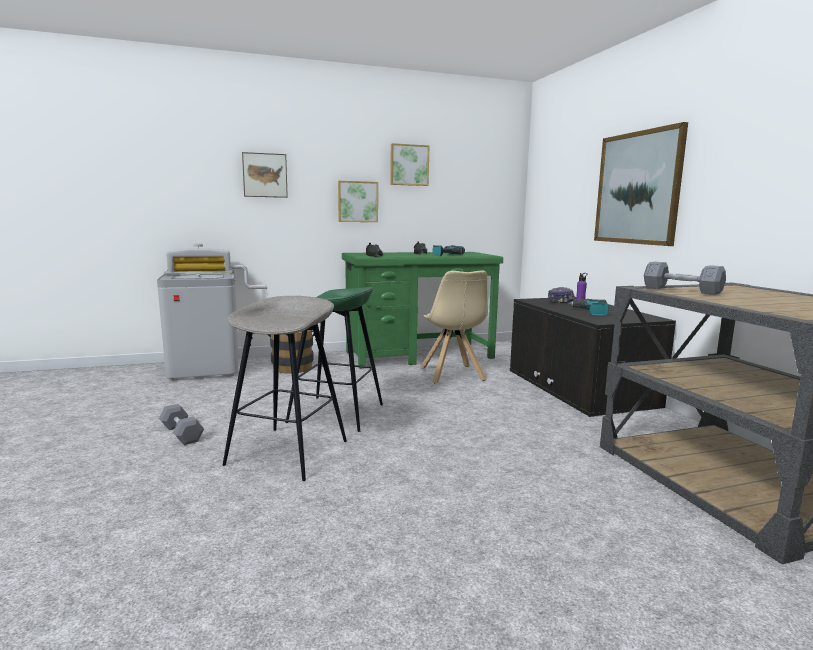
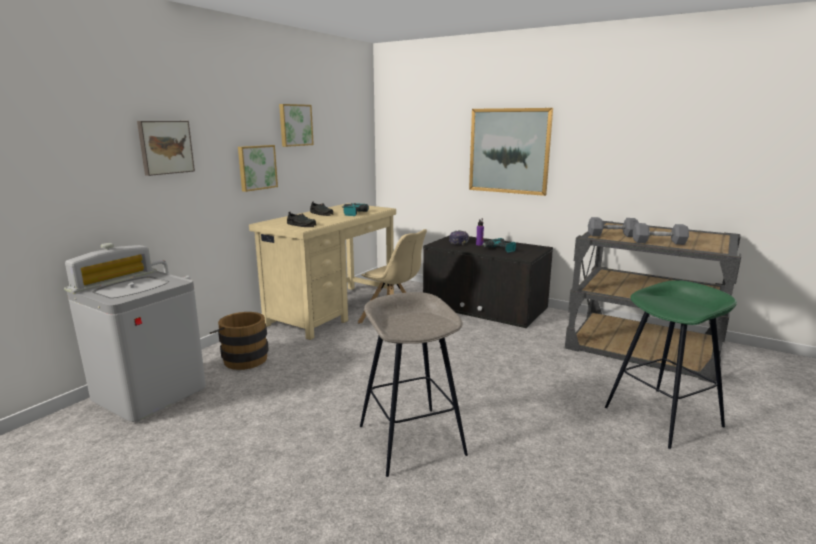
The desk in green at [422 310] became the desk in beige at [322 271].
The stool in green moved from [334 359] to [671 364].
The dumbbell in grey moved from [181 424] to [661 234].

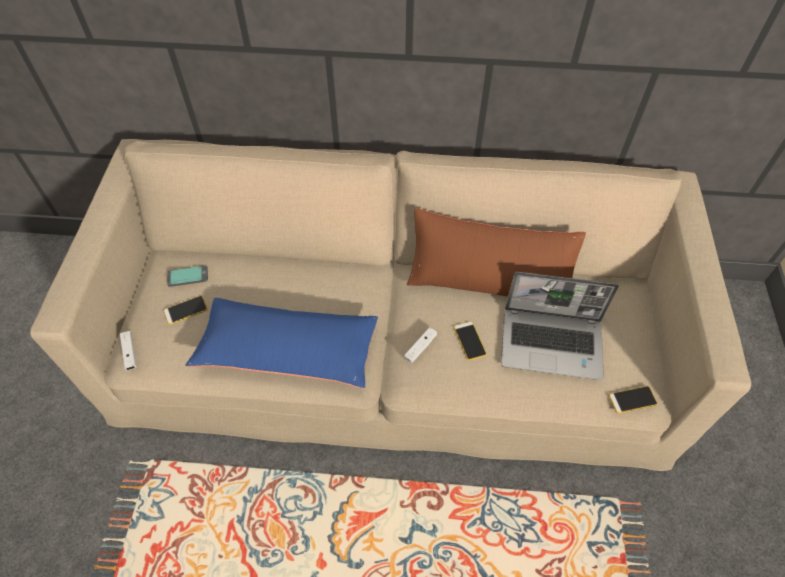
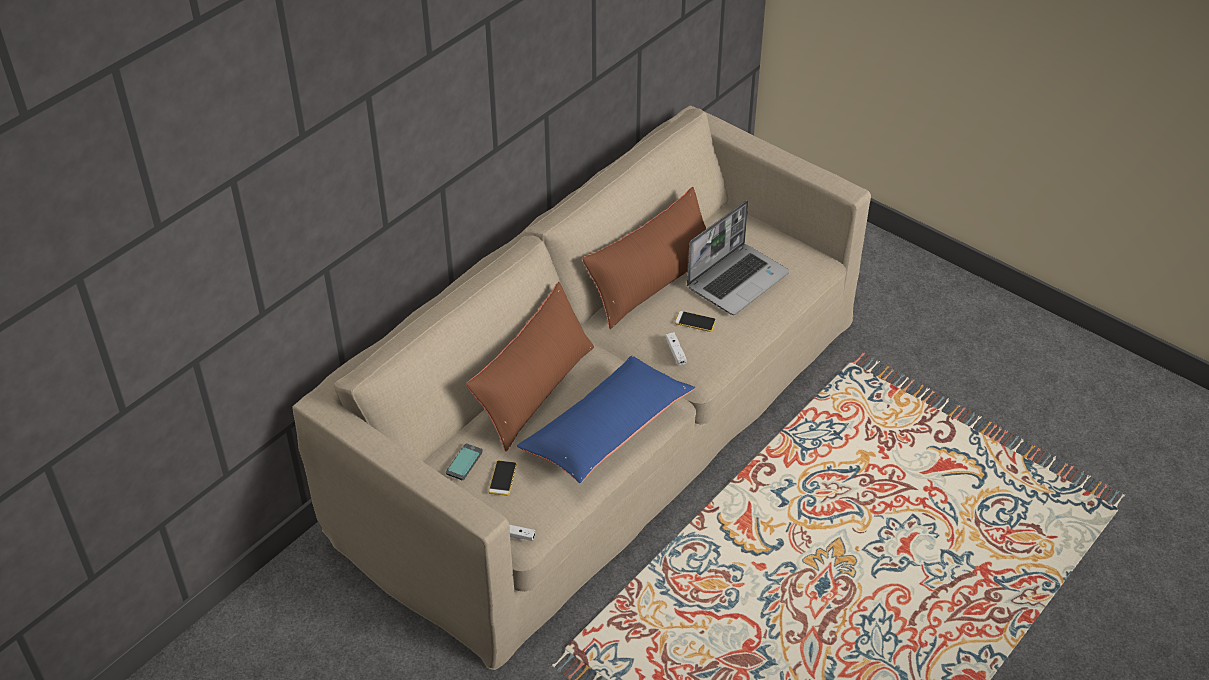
The pillow in brown at [530 366] appeared.
The phone at [633 400] disappeared.

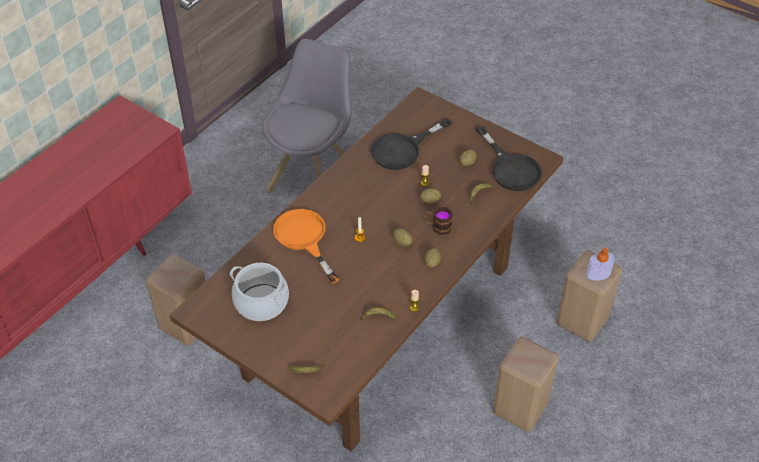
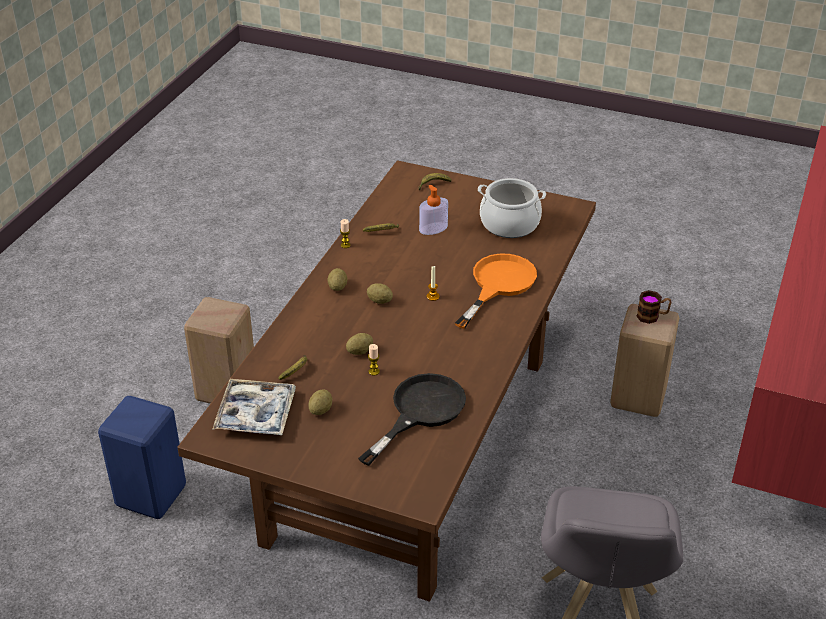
The stool in beige at [589 296] became the stool in blue at [142 457].
The frying pan in black at [509 158] was replaced by the tray at [254 407].
The soap dispenser moved from [600 264] to [433 210].
The frying pan in orange at [306 246] turned 105 degrees counterclockwise.
The mug moved from [439 221] to [653 307].

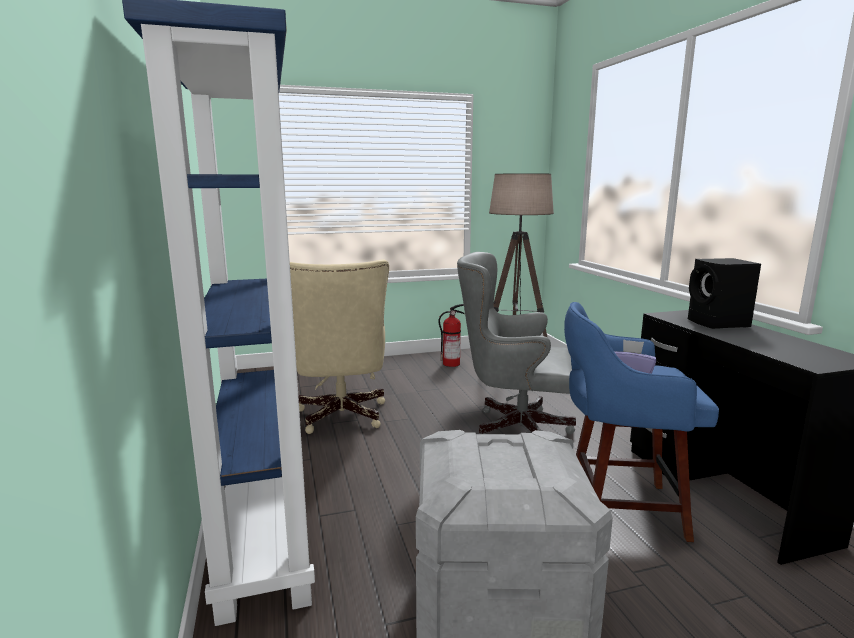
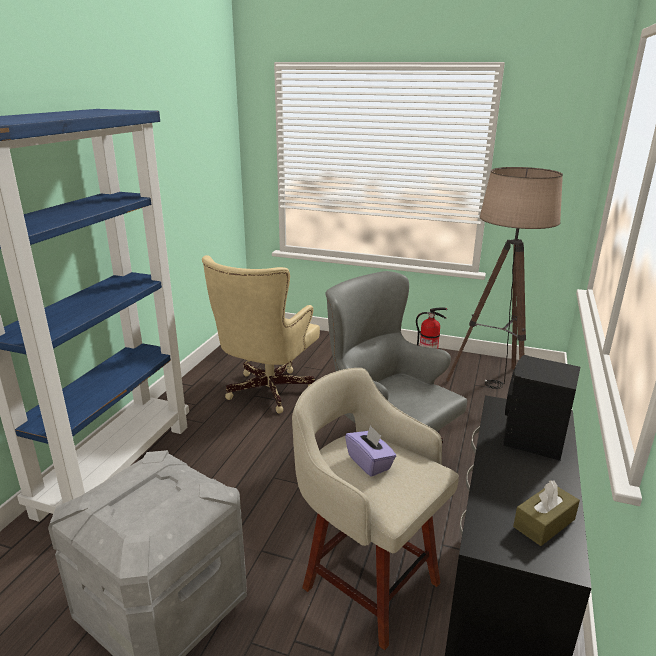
The stool in blue at [641 422] became the stool in beige at [375 509].
The tissue box in brown at [546 513] appeared.

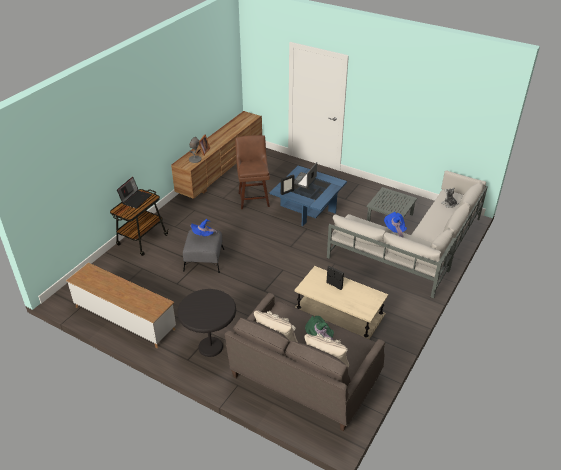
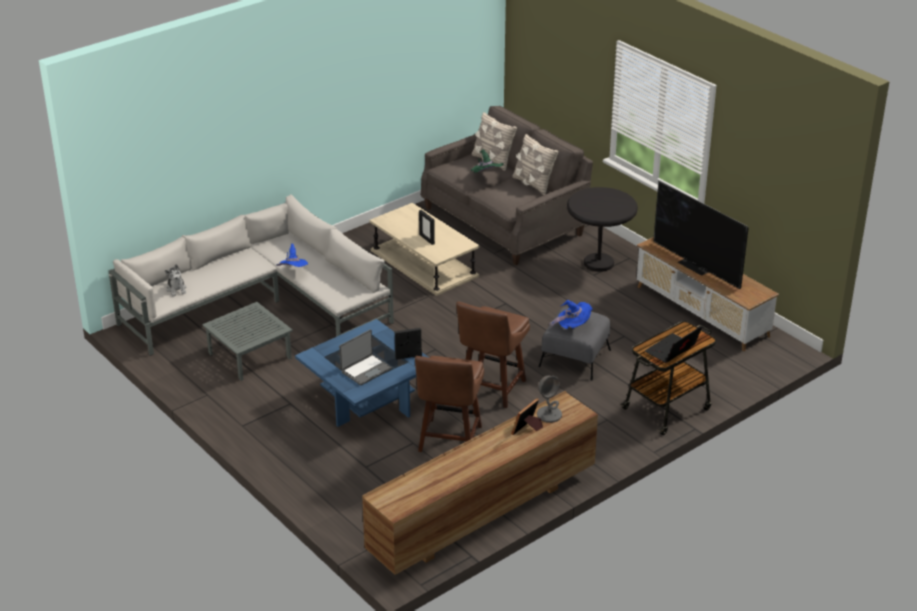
The stool in brown at [493 354] appeared.
The television at [701 235] appeared.

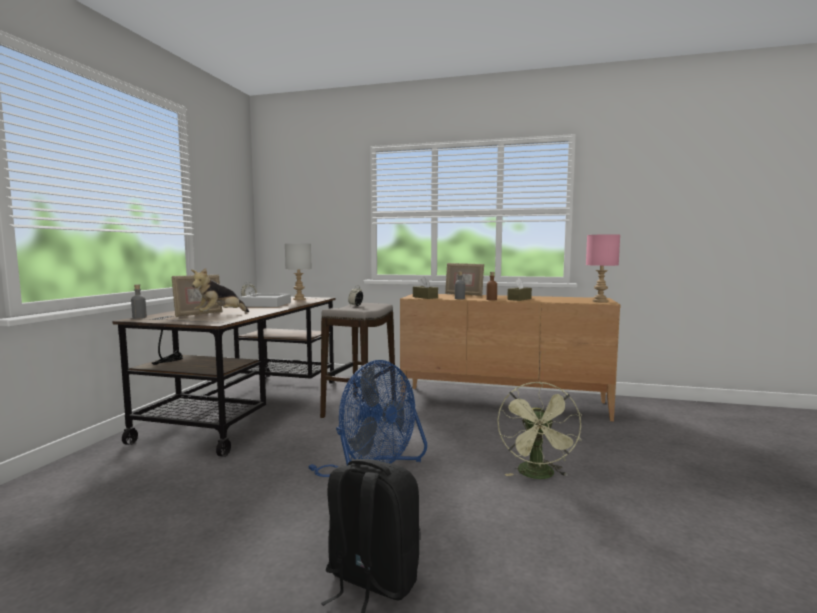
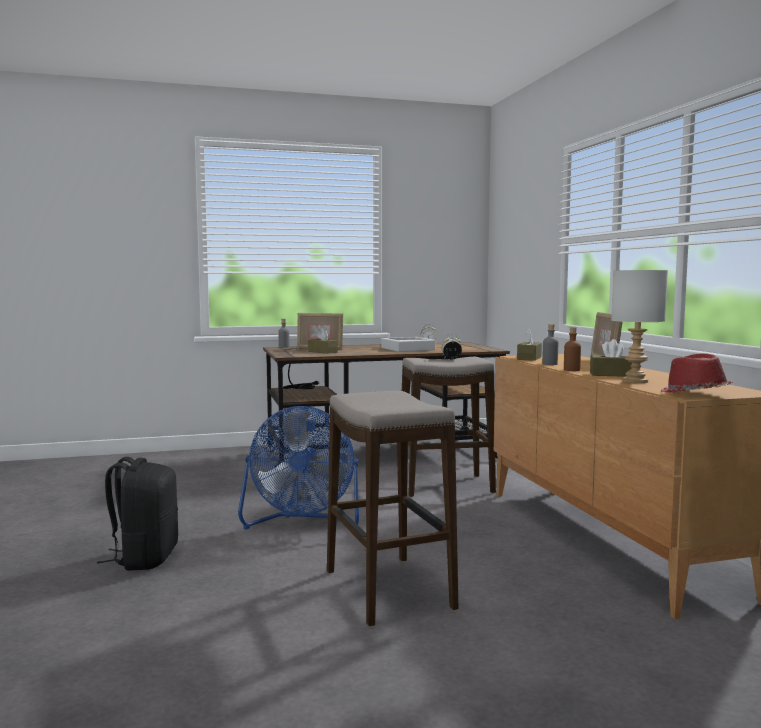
The plush toy at [220 290] was replaced by the tissue box in brown at [323 341].
The fan in green at [539 430] was replaced by the stool at [392 508].
The table lamp in grey moved from [298 272] to [639 326].
The table lamp in pink at [603 268] was replaced by the hat in red at [696 373].

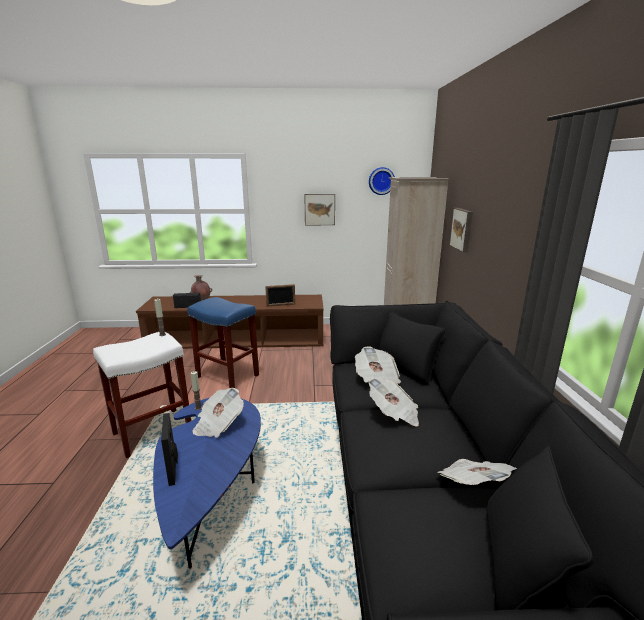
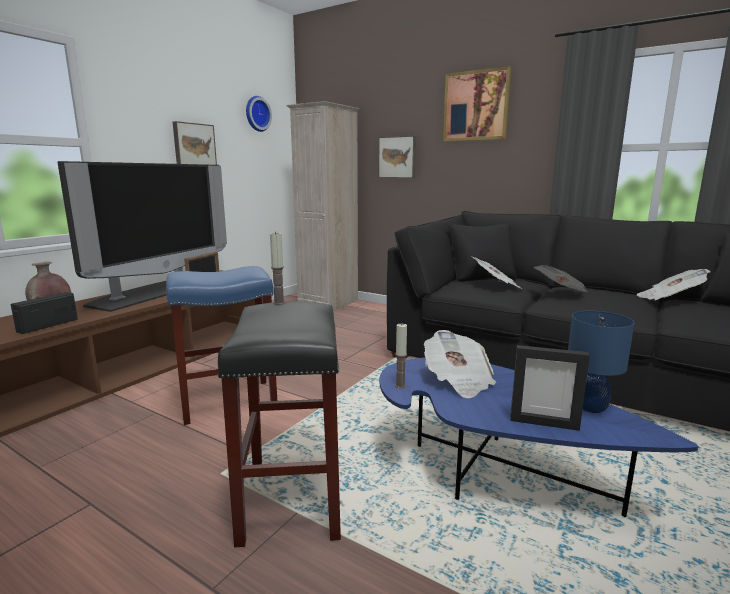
The television at [142 236] appeared.
The stool in white at [142 395] became the stool in black at [279 424].
The picture at [477 103] appeared.
The table lamp in blue at [601 362] appeared.

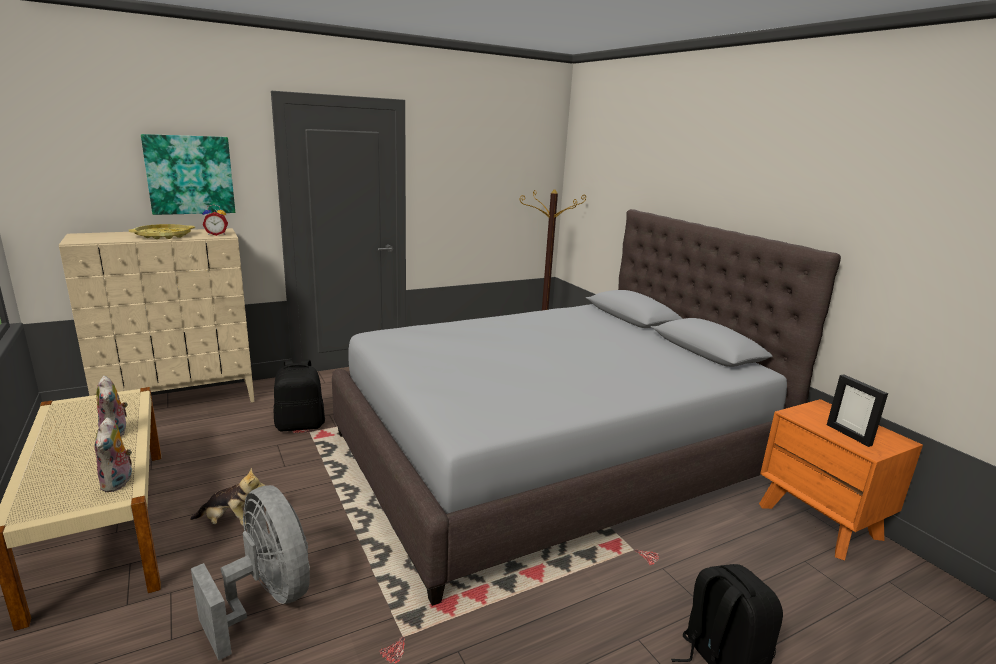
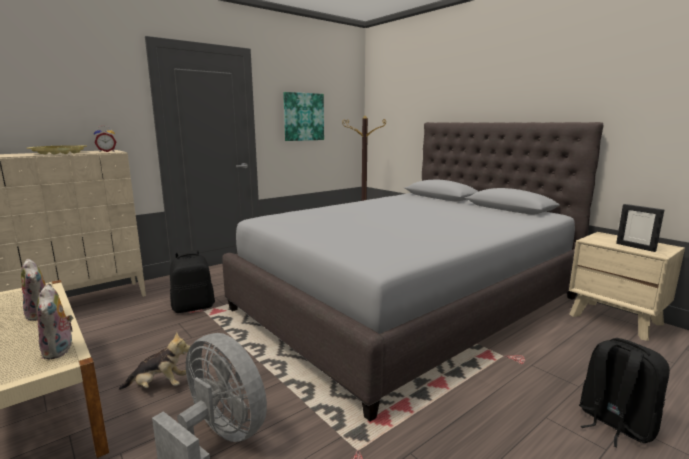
The picture moved from [188 174] to [303 116].
The nightstand in orange at [841 479] became the nightstand in beige at [627 286].

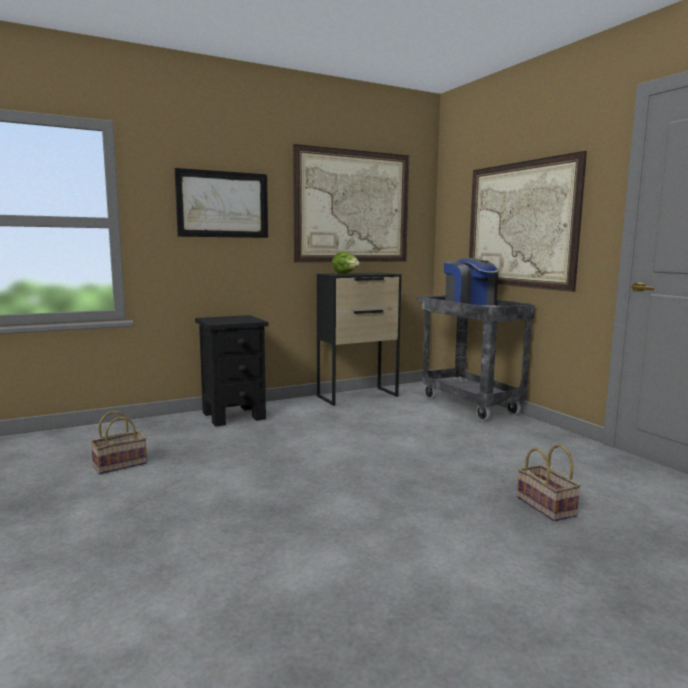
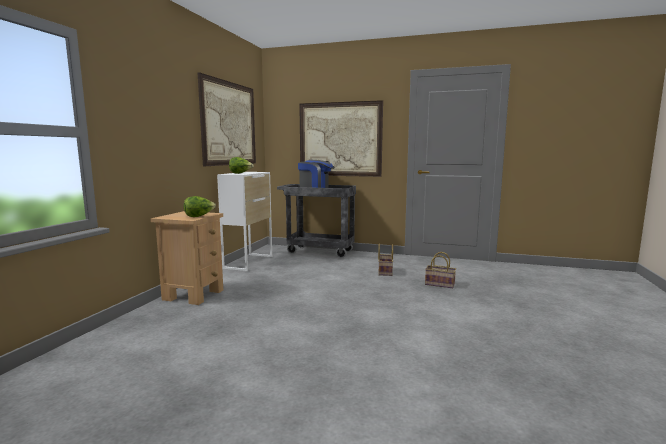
The nightstand in black at [232 371] became the nightstand in beige at [187 258].
The lettuce at [200 206] appeared.
The cabinet in black at [359 339] became the cabinet in white at [244 221].
The basket moved from [118 442] to [385 260].
The picture at [221 203] disappeared.

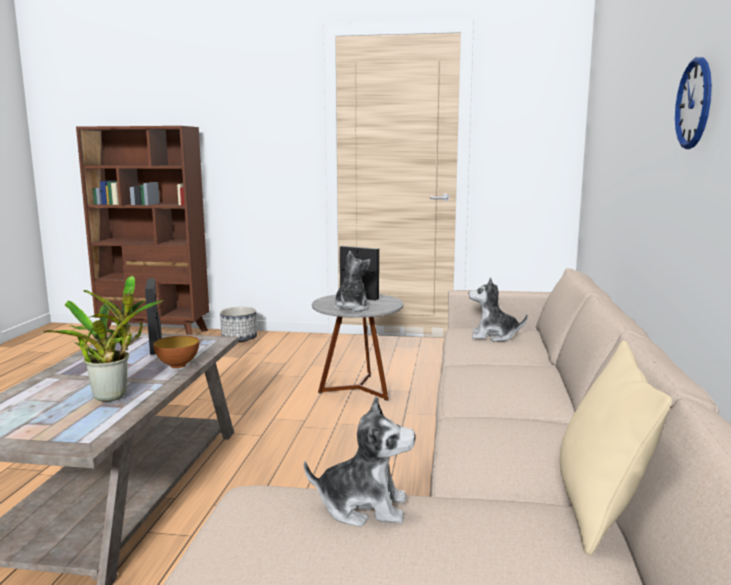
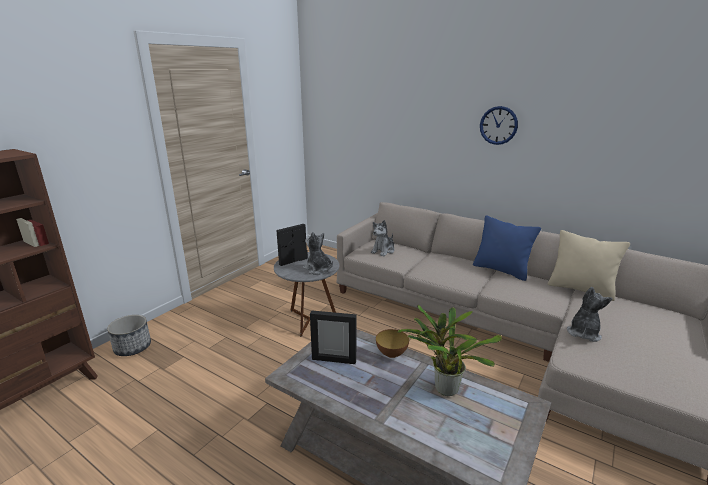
The pillow in blue at [507 248] appeared.

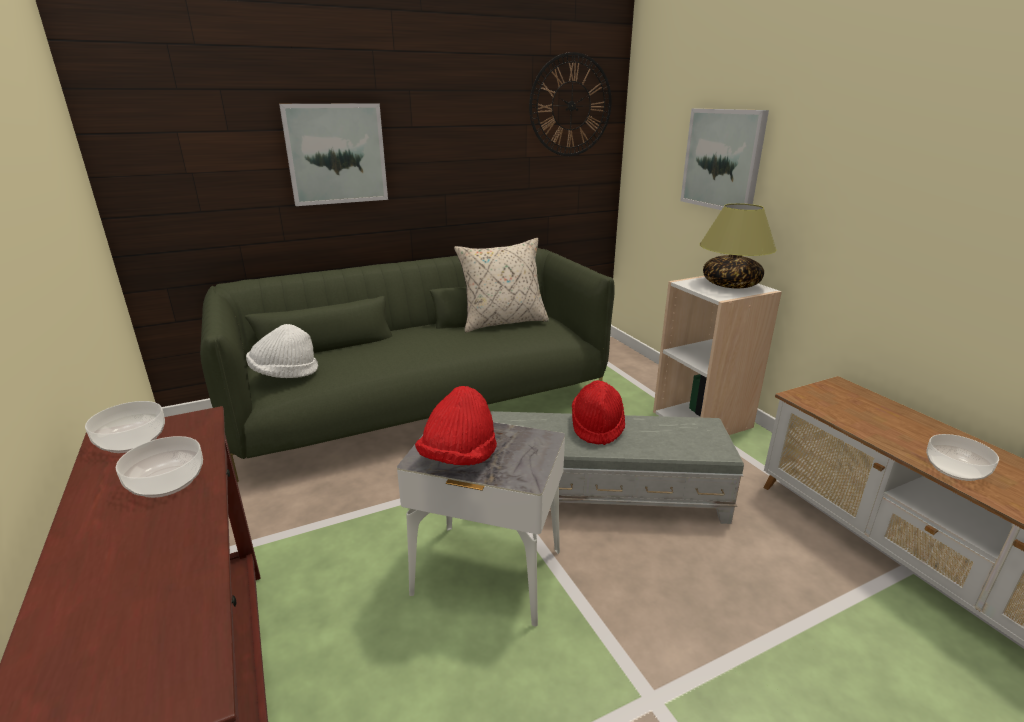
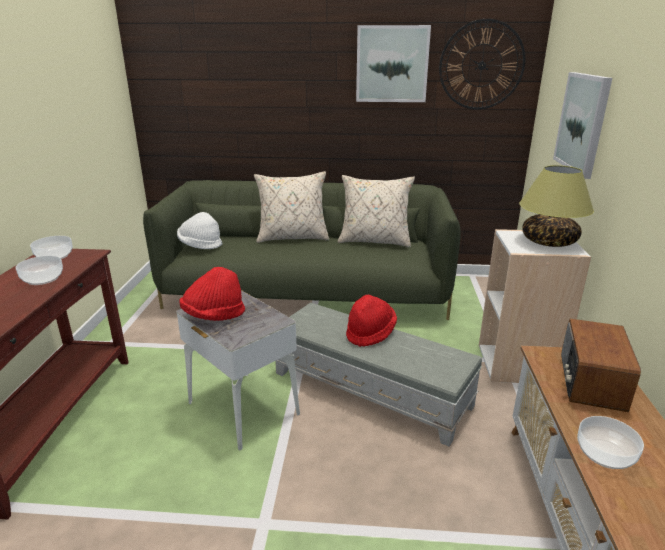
The pillow in beige at [291 207] appeared.
The picture moved from [333 154] to [393 63].
The radio at [601 365] appeared.

